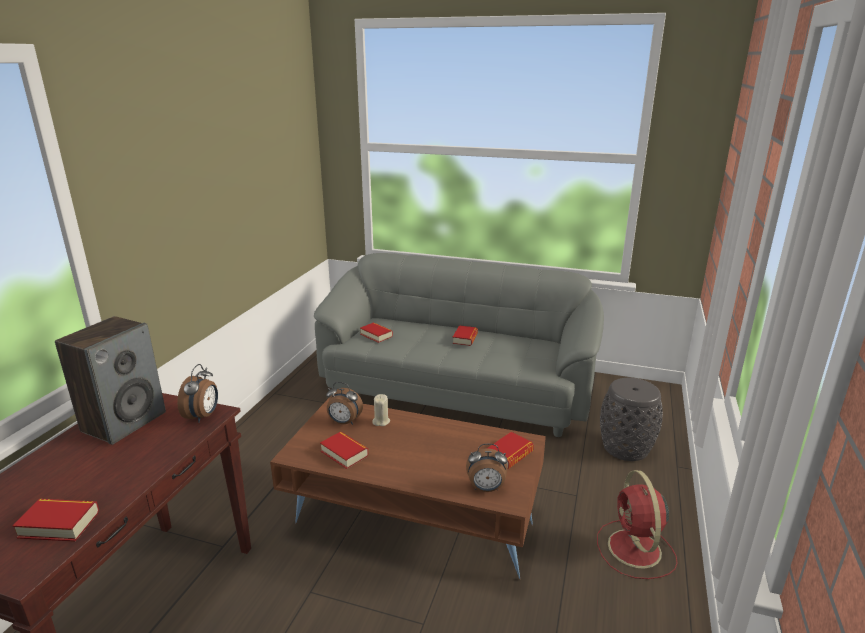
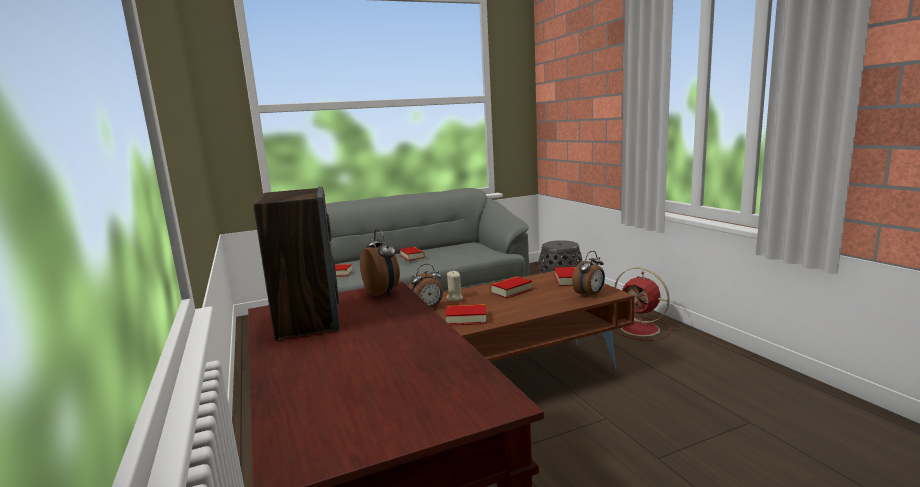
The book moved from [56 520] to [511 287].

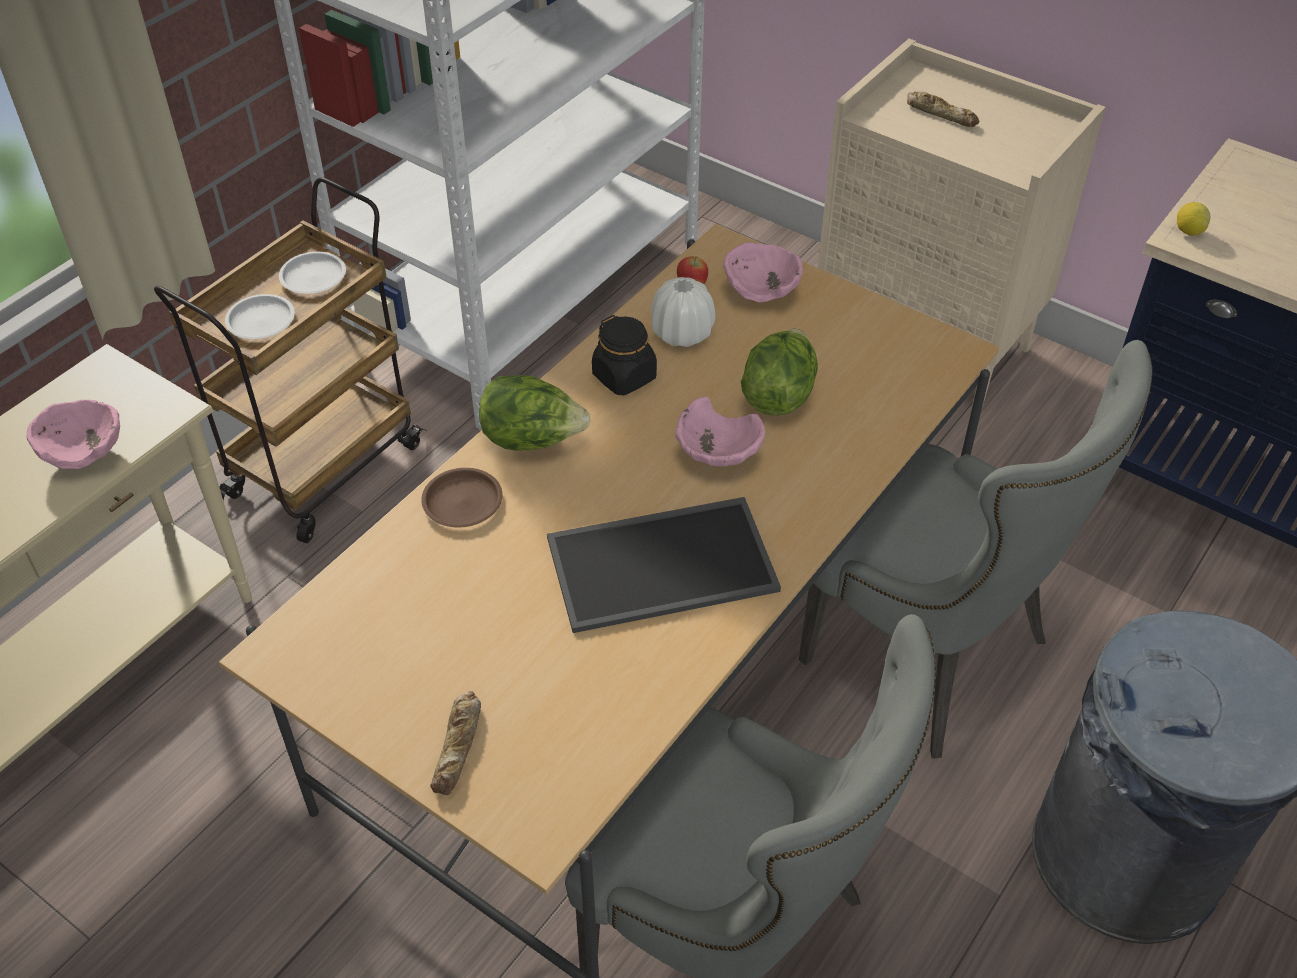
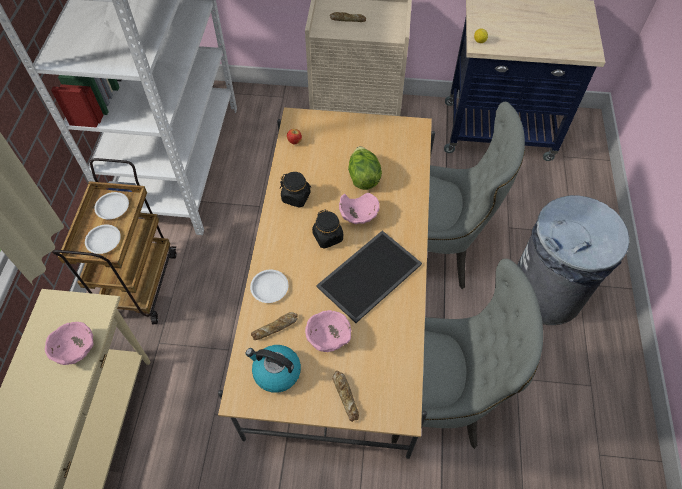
The kettle at [273 369] appeared.
The plate in brown at [462 497] became the plate in white at [269 286].
The bread at [274 326] appeared.
The bowl in pink moved from [763 272] to [328 331].
The jar in black at [327 229] appeared.
The lettuce at [535 413] disappeared.
The vase in white at [683 312] disappeared.

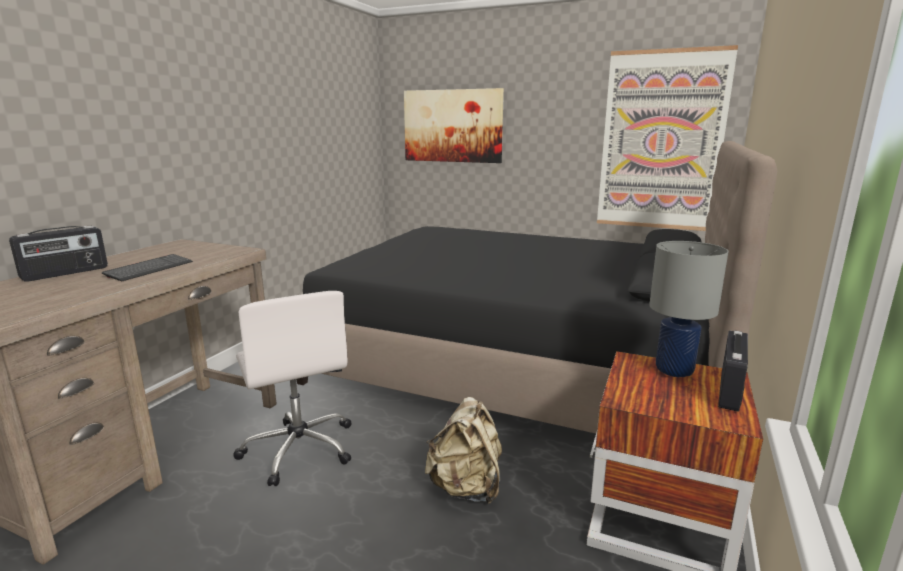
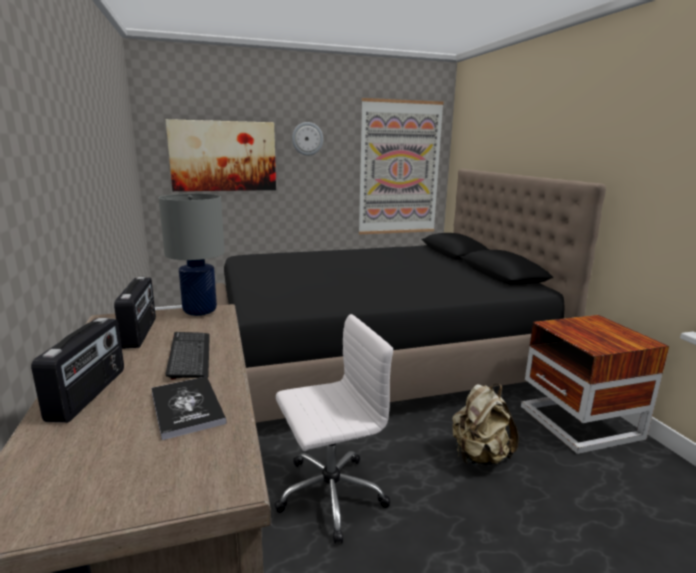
The radio moved from [733 371] to [135 313].
The book at [189 408] appeared.
The table lamp in grey moved from [689 309] to [191 255].
The office chair in white at [292 388] turned 45 degrees counterclockwise.
The wall clock at [307 139] appeared.

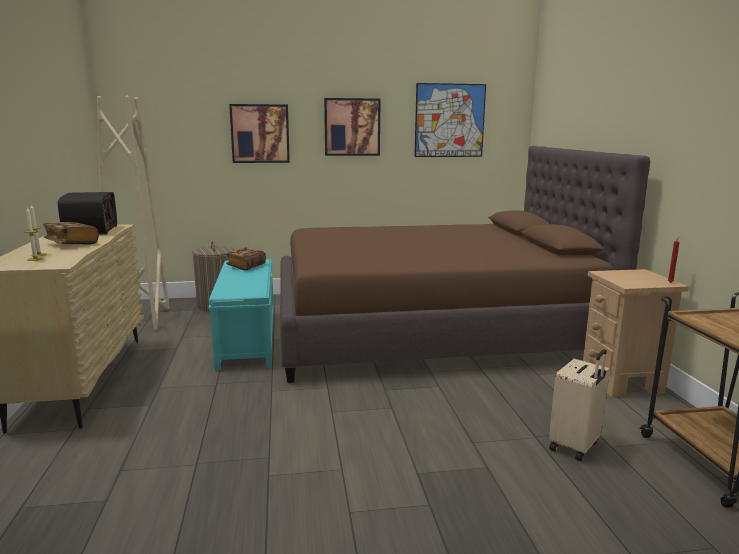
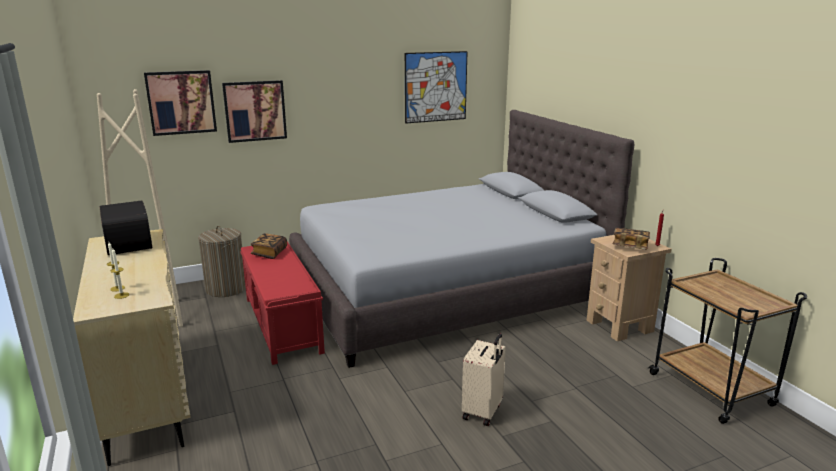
The picture moved from [352 127] to [180 103].
The bench in turquoise at [241 315] became the bench in red at [282 303].
The bed in brown at [465 264] became the bed in grey at [461 239].
The suitcase in beige moved from [579 405] to [484 380].
The book moved from [71 233] to [631 239].

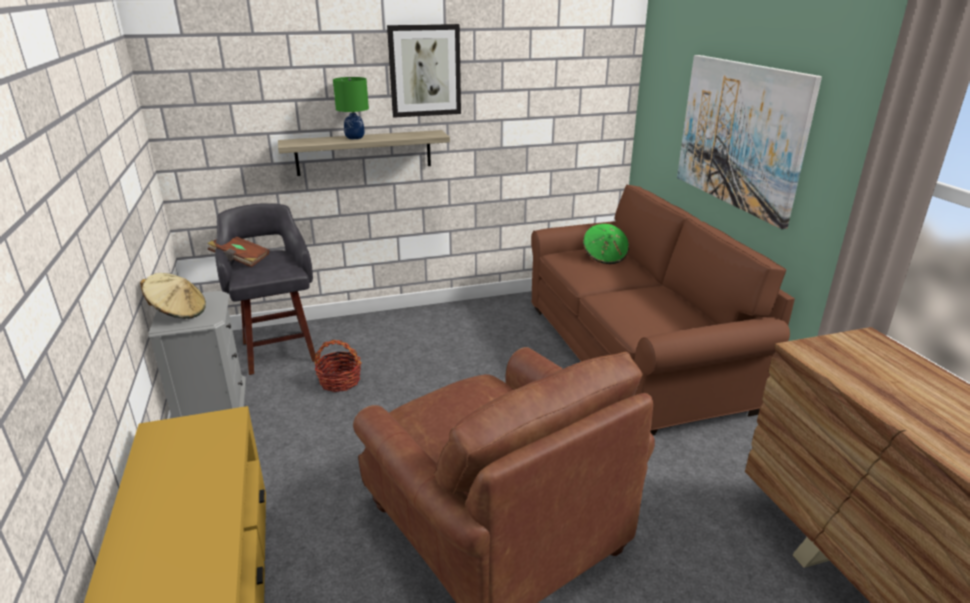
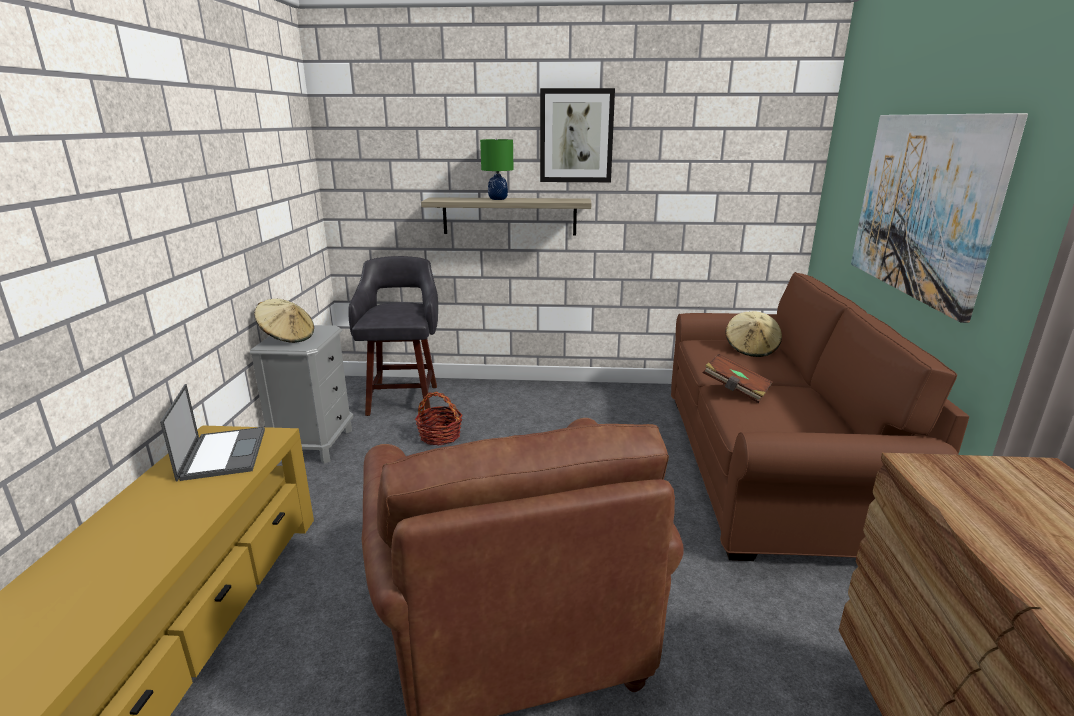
The laptop at [212 432] appeared.
The book in brown moved from [238 252] to [737 378].
The hat in green at [606 244] became the hat in beige at [753 334].

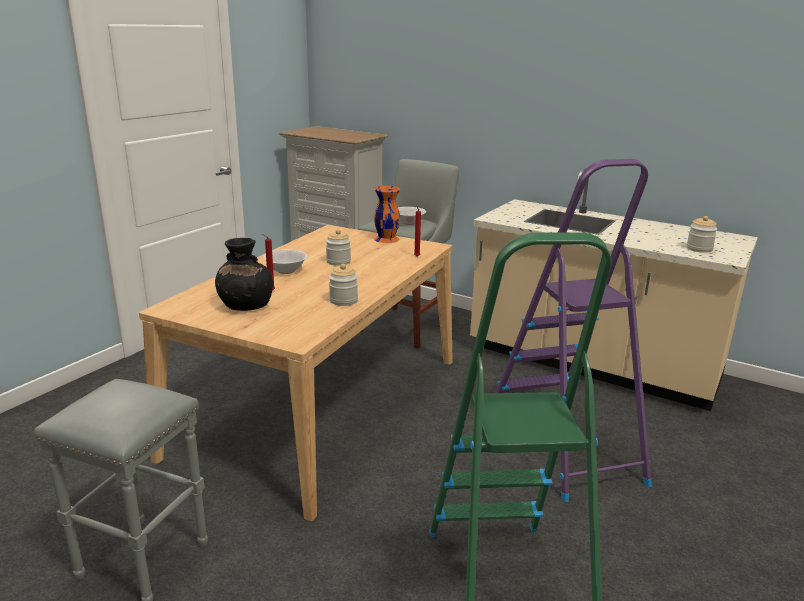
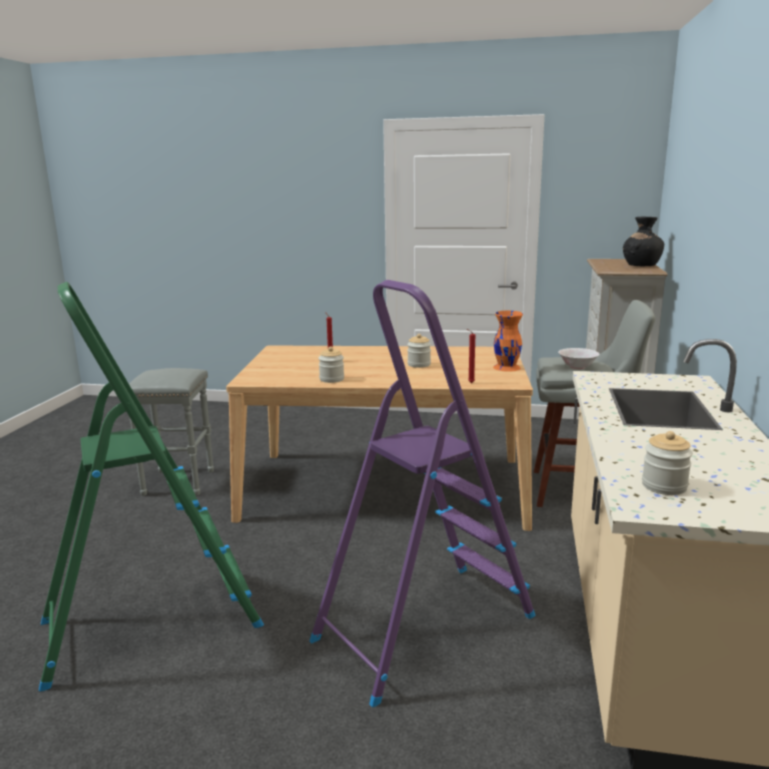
The vase in black moved from [244 274] to [643 241].
The bowl in white at [285 262] disappeared.

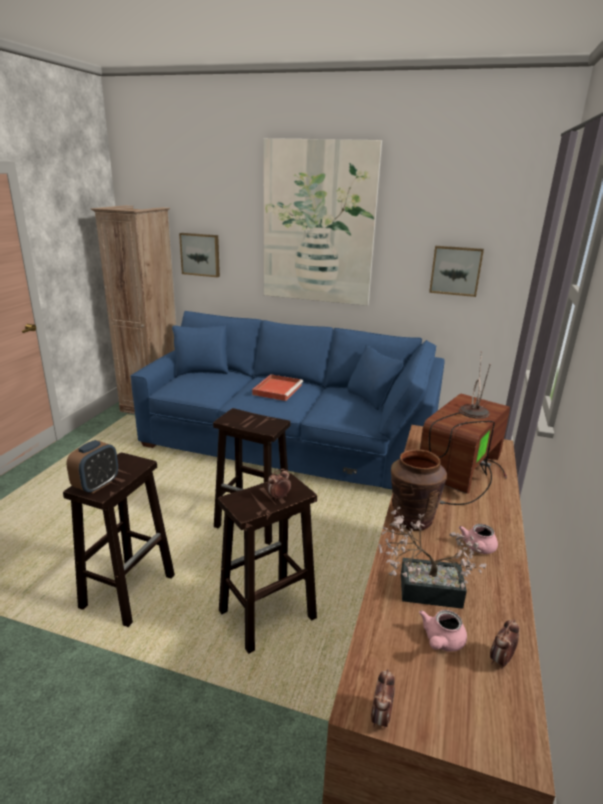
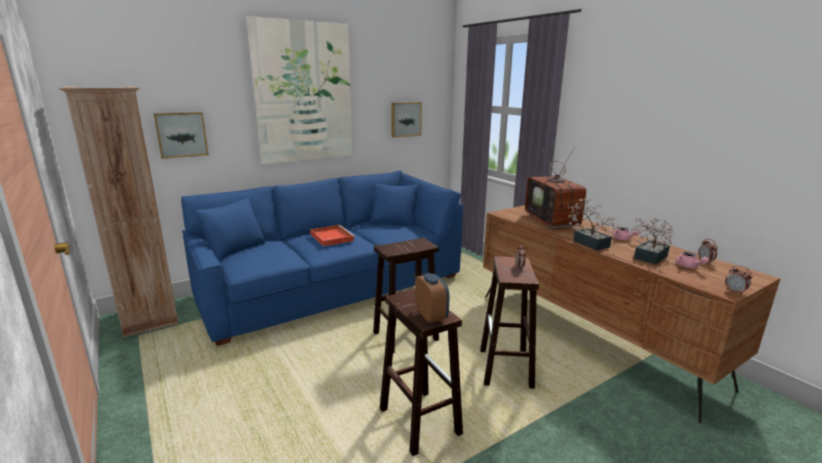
The vase in brown at [418 490] was replaced by the potted plant at [594 224].

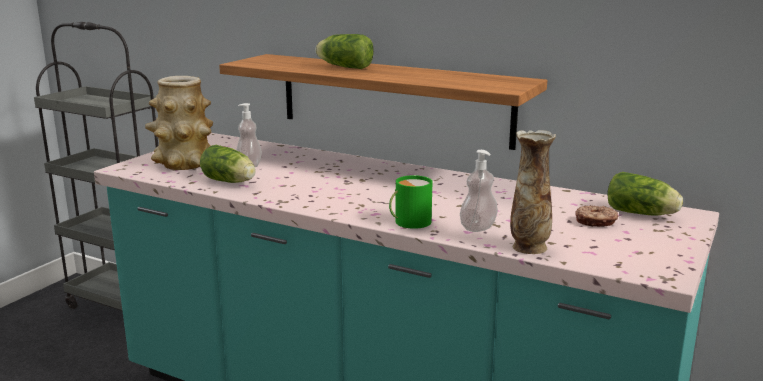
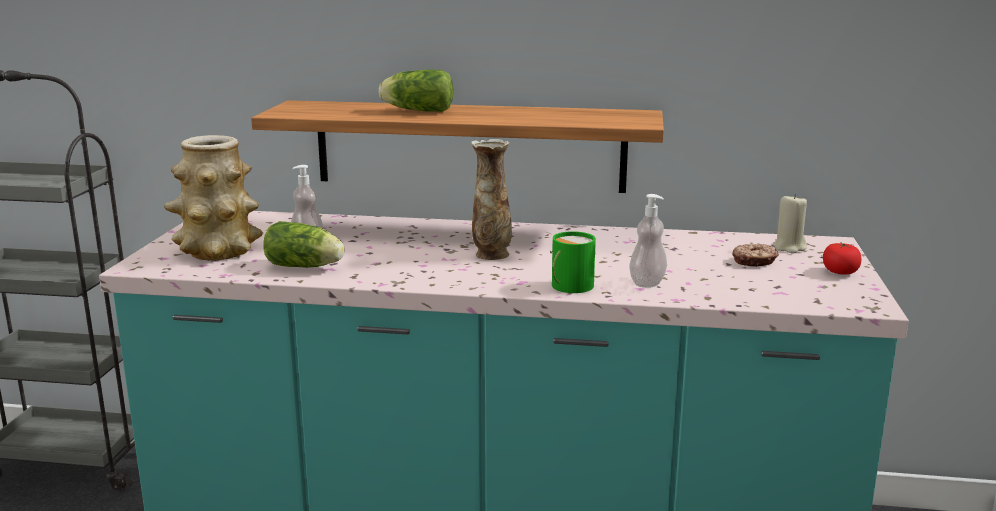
The vase moved from [533 192] to [491 199].
The lettuce at [645 194] was replaced by the candle in beige at [790 223].
The tomato at [842 258] appeared.

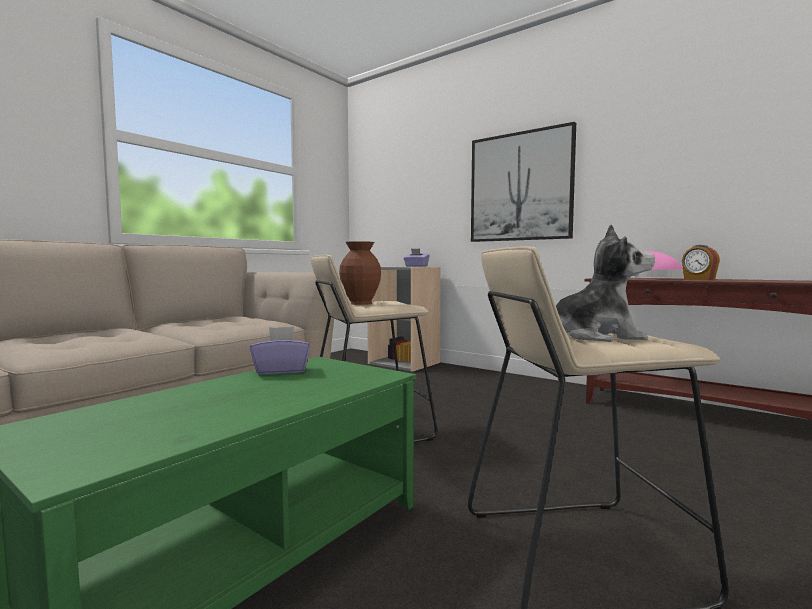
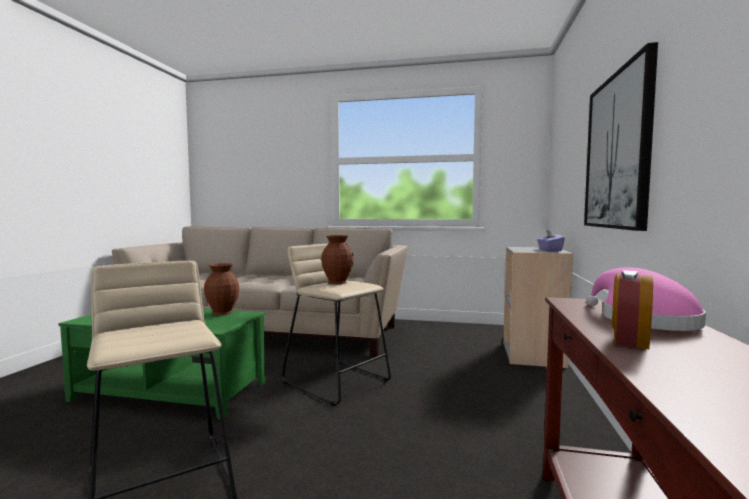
The tissue box in purple at [280 350] was replaced by the vase in brown at [221 289].
The plush toy at [605 283] disappeared.

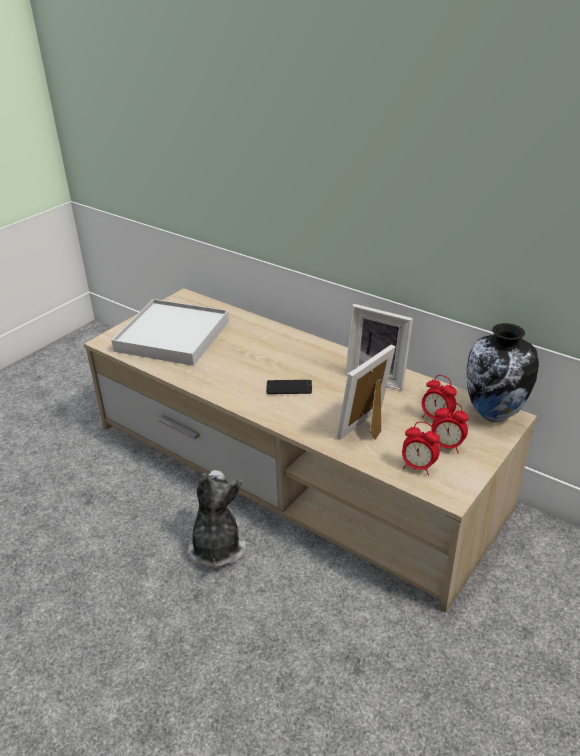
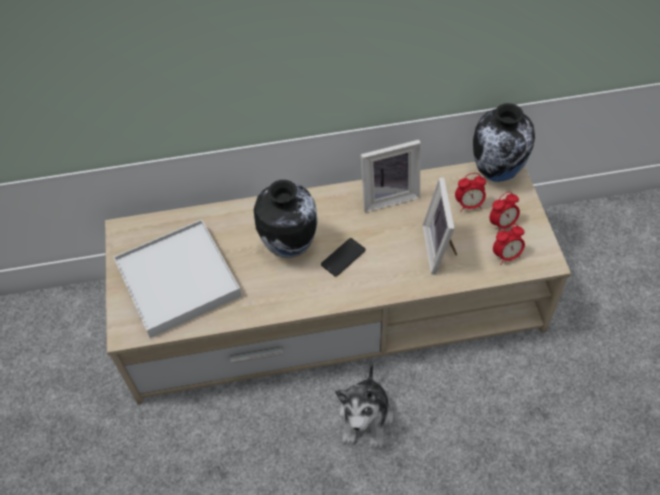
The vase at [286 219] appeared.
The plush toy at [217 519] turned 120 degrees counterclockwise.

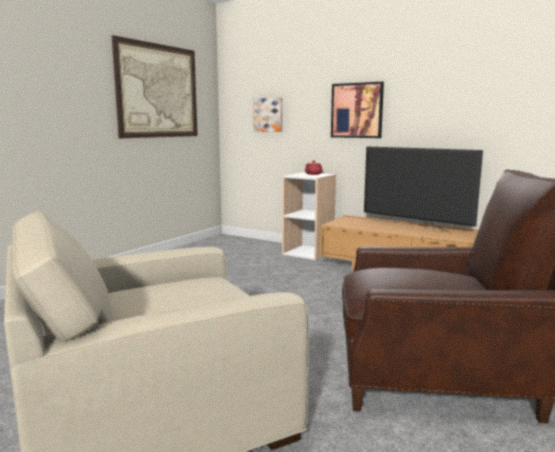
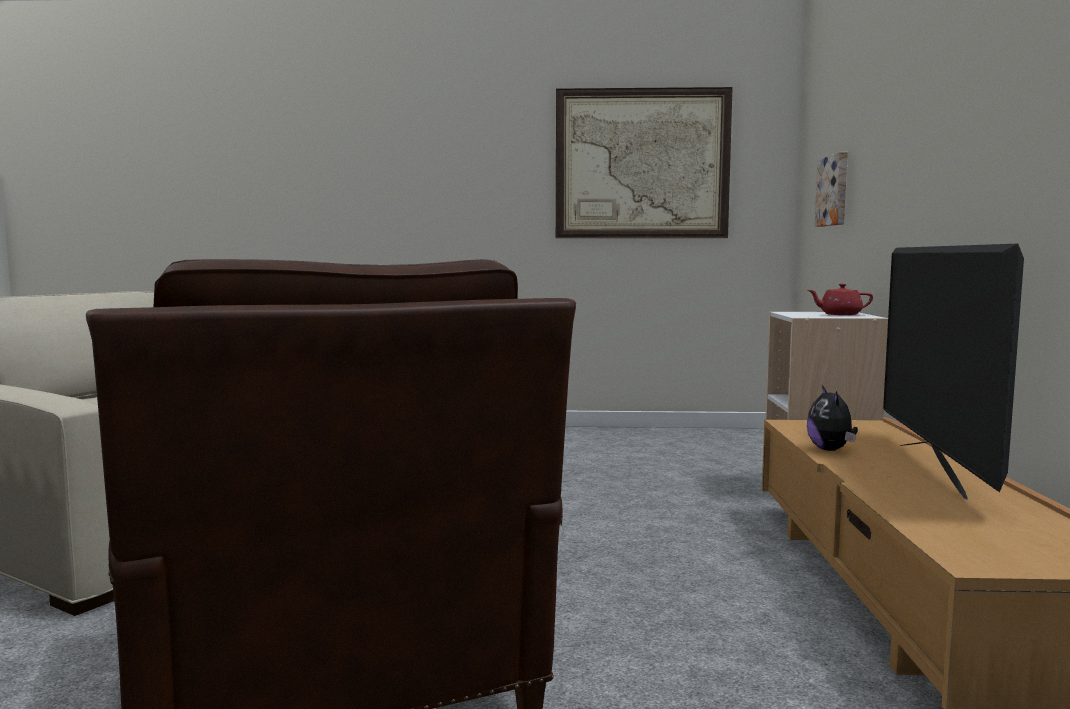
The plush toy at [832 418] appeared.
The picture at [357 110] disappeared.

